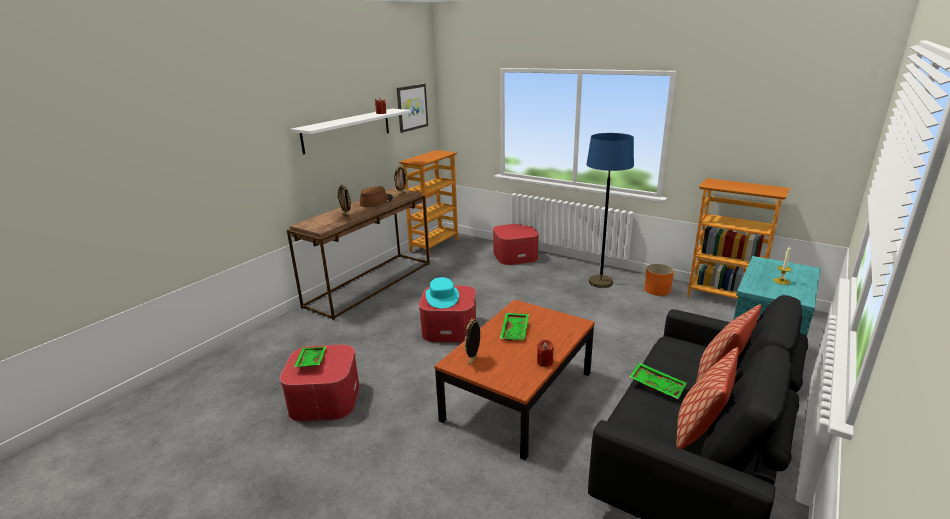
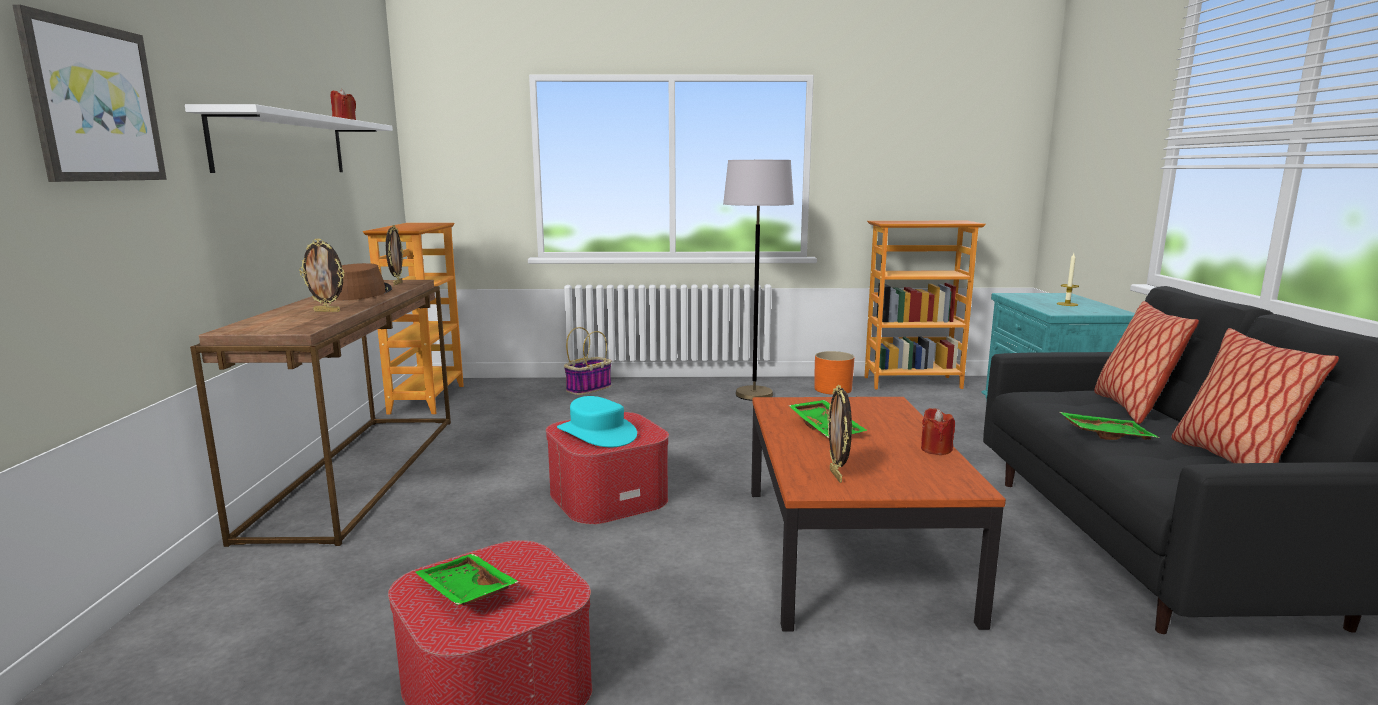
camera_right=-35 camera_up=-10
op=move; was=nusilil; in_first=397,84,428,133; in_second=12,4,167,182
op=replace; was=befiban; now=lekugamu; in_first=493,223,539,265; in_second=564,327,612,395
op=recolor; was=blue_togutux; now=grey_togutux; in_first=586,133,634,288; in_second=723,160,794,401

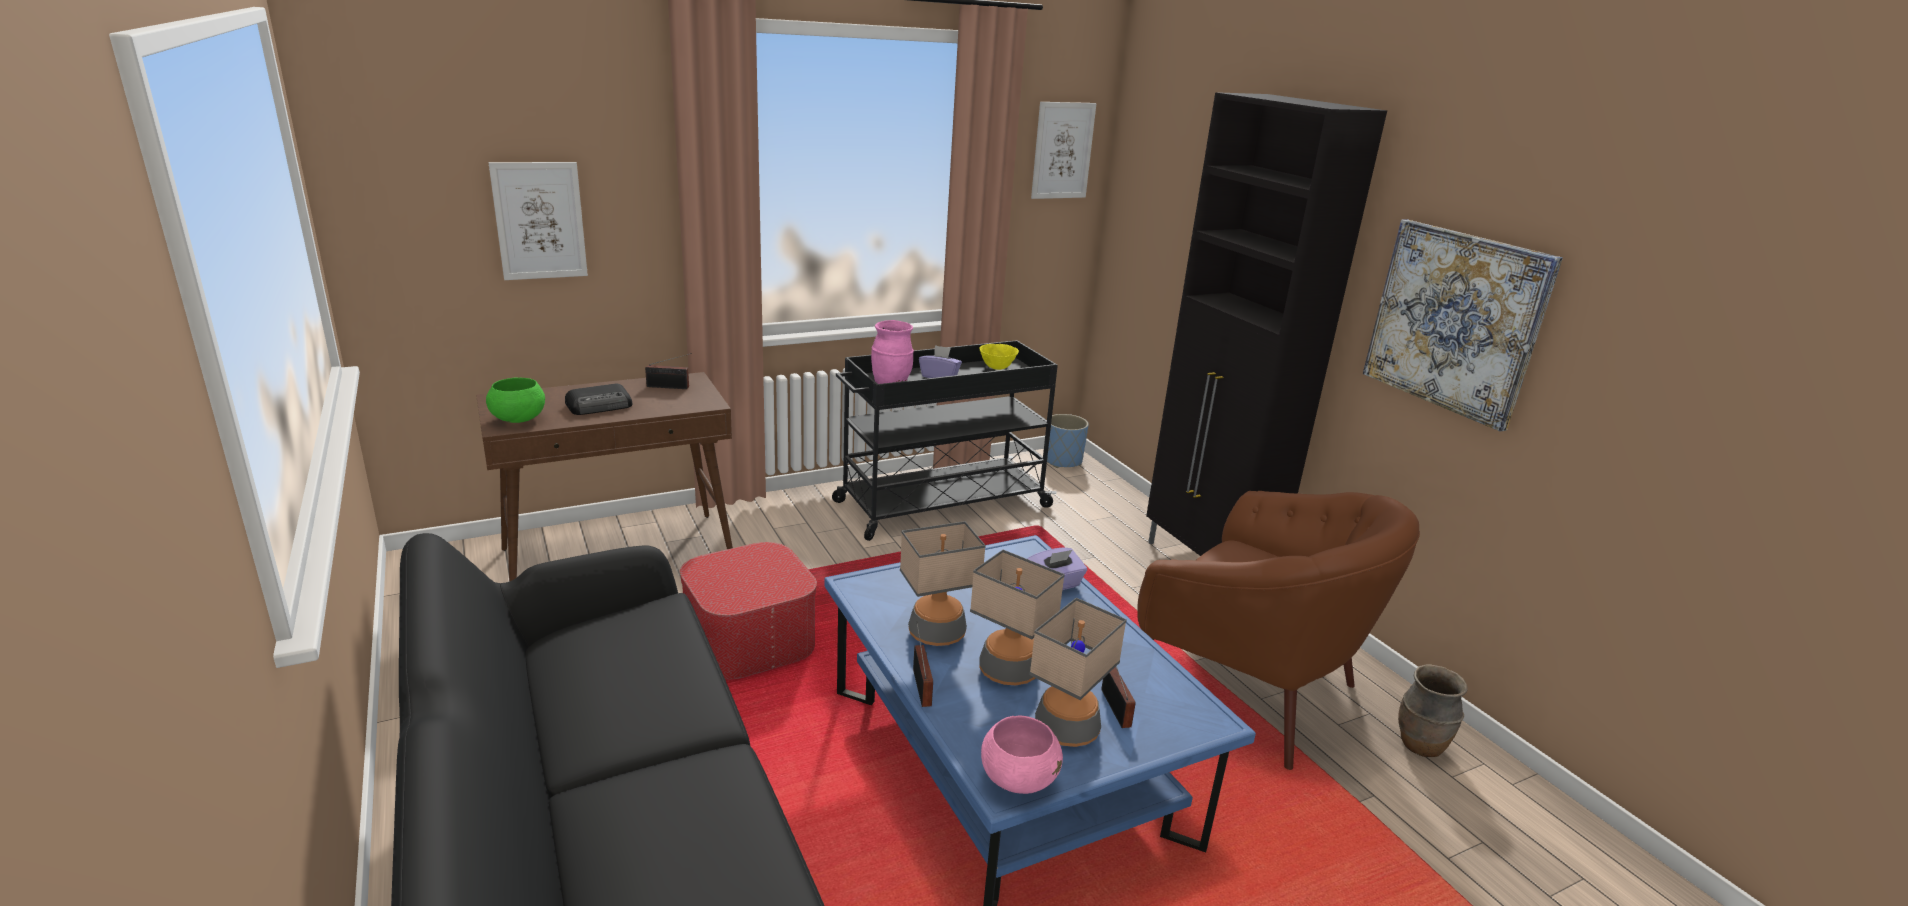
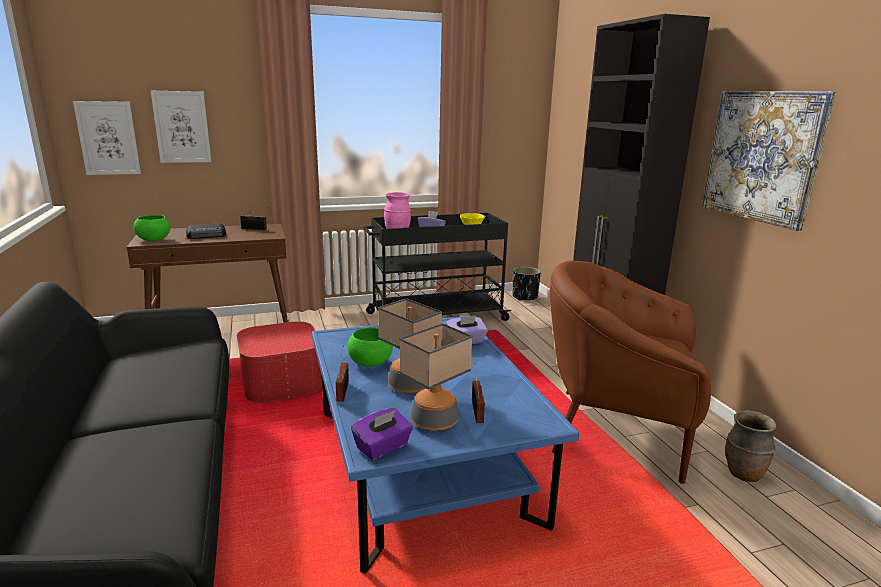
camera_right=10 camera_up=-5
op=move; was=nusilil; in_first=1031,102,1096,199; in_second=73,101,141,175
op=replace; was=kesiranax; now=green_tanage; in_first=900,521,986,646; in_second=347,328,393,367
op=replace; was=pink_tanage; now=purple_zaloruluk; in_first=981,715,1063,794; in_second=351,408,413,460
op=recolor; was=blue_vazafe; now=black_vazafe; in_first=1047,414,1089,468; in_second=513,267,541,301
op=rotate; was=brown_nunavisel; in_first=1137,491,1420,770; in_second=550,261,711,484; clockwise=150

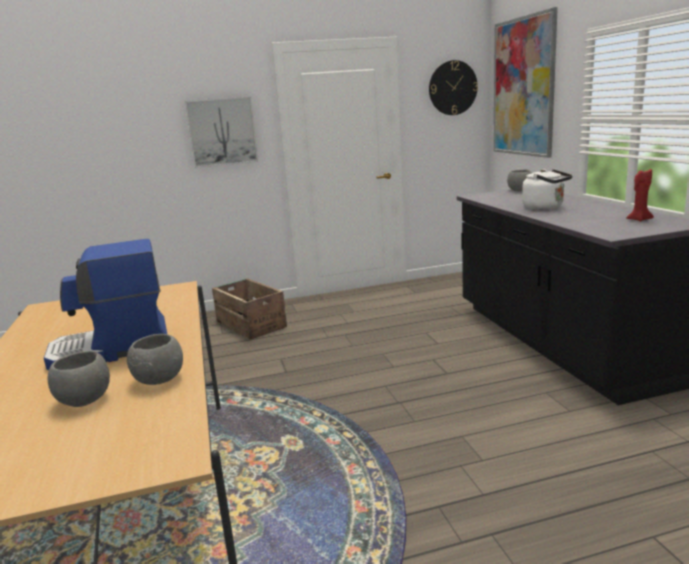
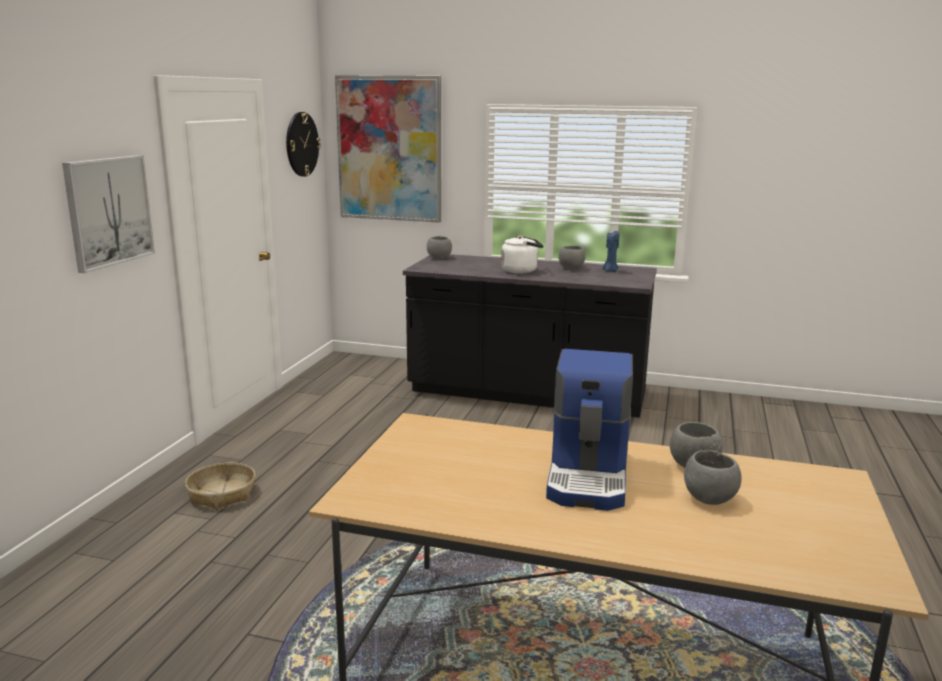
camera_right=-60 camera_up=0
op=insert; now=grey_tanage; in_second=558,246,586,270
op=replace; was=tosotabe; now=lekugamu; in_first=212,278,287,340; in_second=185,463,256,510
op=recolor; was=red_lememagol; now=blue_lememagol; in_first=626,169,654,221; in_second=603,230,620,272

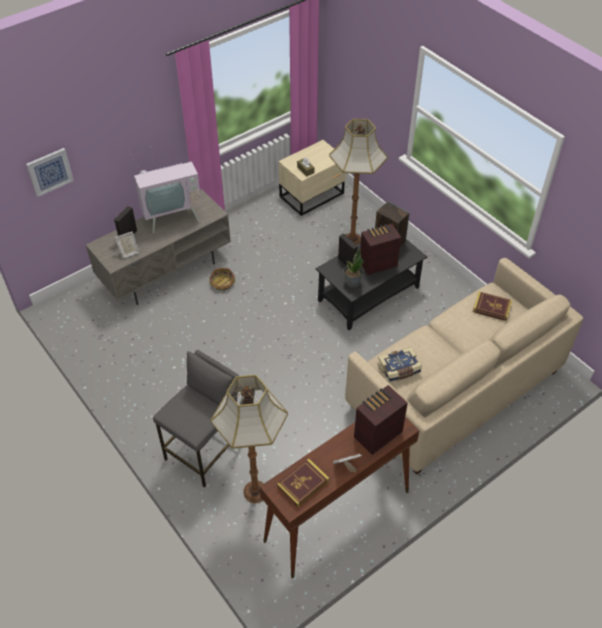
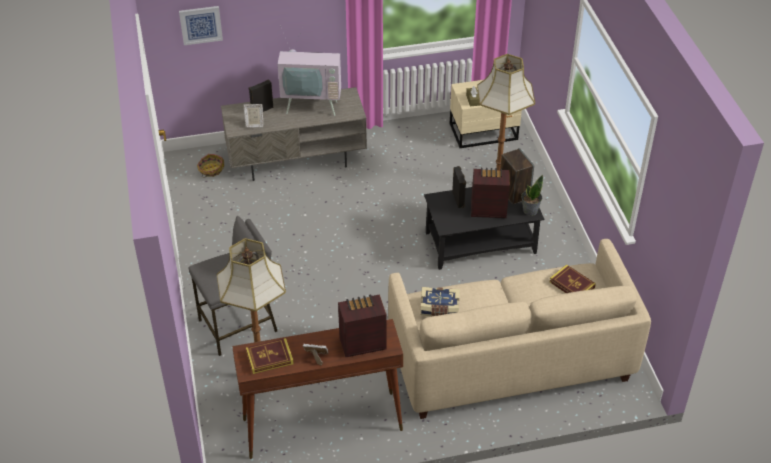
camera_right=25 camera_up=-5
op=move; was=lekugamu; in_first=210,268,235,293; in_second=197,154,224,178
op=move; was=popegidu; in_first=343,249,364,288; in_second=521,175,543,216

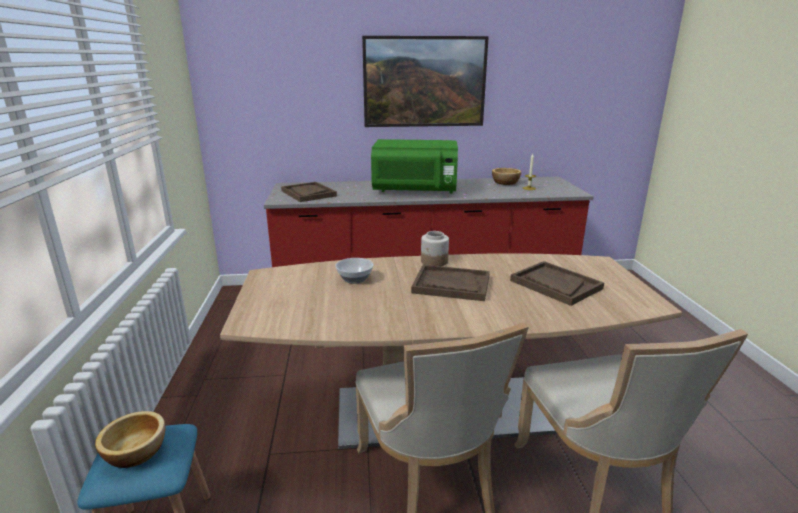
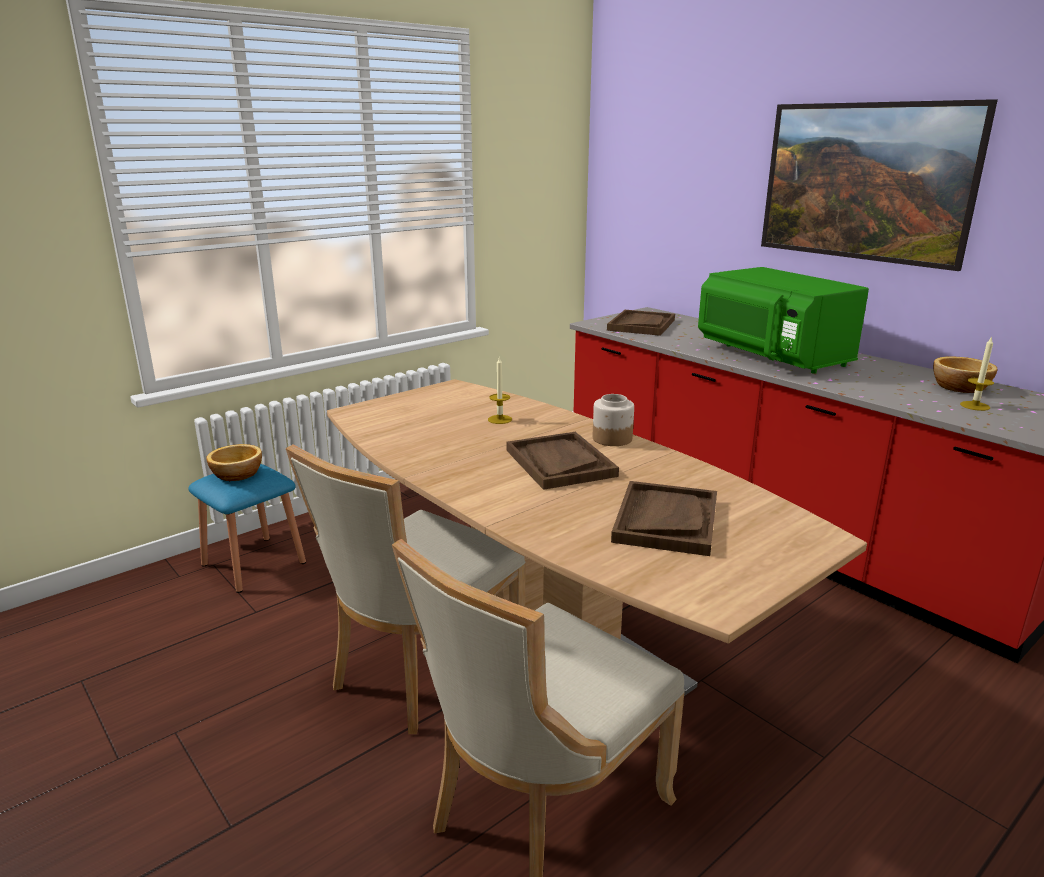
camera_right=55 camera_up=0
op=replace; was=tanage; now=lememagol; in_first=335,258,374,284; in_second=488,357,512,424

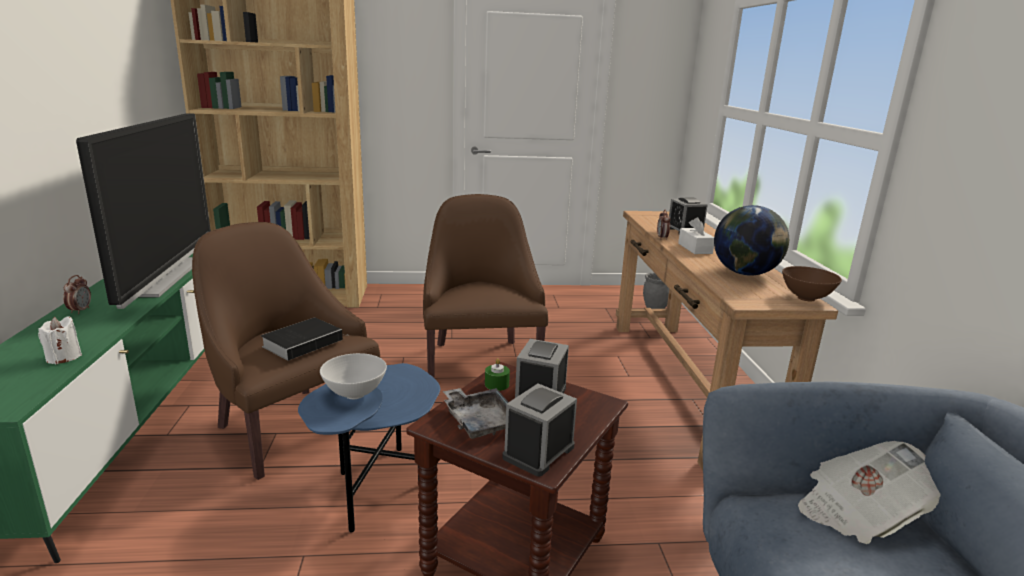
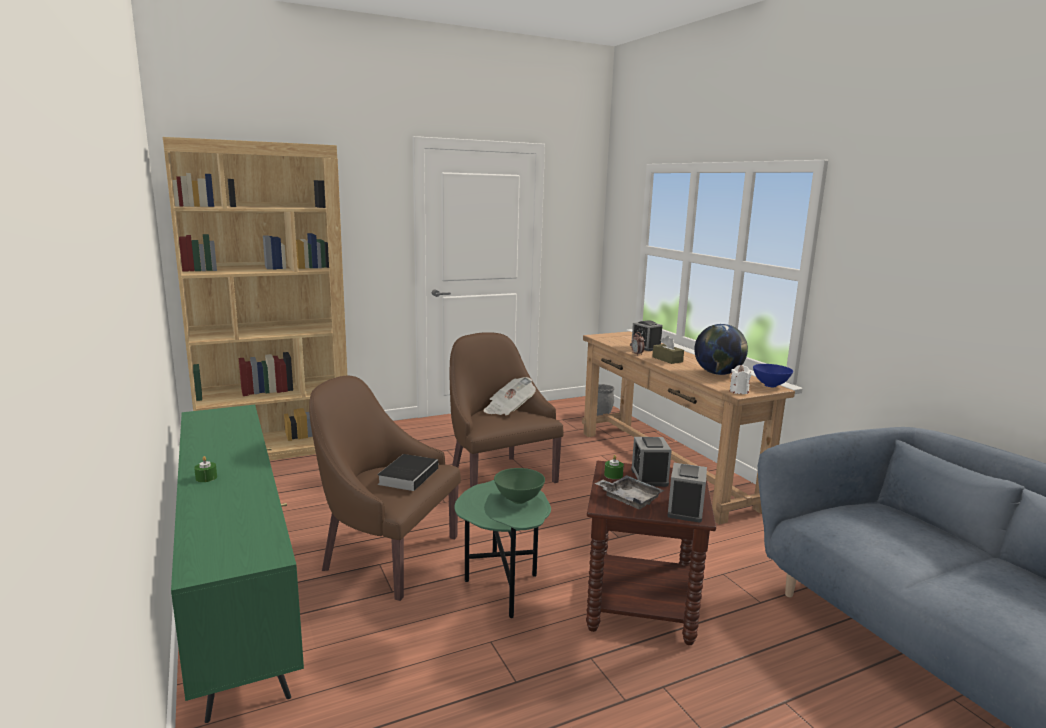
camera_right=-20 camera_up=-5
op=delete; was=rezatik; in_first=76,113,211,309
op=move; was=white_lememagol; in_first=38,316,82,364; in_second=730,365,751,394
op=move; was=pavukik; in_first=798,441,941,544; in_second=483,377,536,415
op=replace; was=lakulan; now=green_lememagol; in_first=63,275,91,314; in_second=194,456,217,482
op=recolor; was=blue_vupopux; now=green_vupopux; in_first=298,363,440,533; in_second=454,480,551,618
op=recolor; was=white_tanage; now=green_tanage; in_first=320,353,387,399; in_second=494,468,545,504
op=recolor; was=white_zaloruluk; now=brown_zaloruluk; in_first=678,217,714,254; in_second=652,336,684,364
op=recolor; was=brown_tanage; now=blue_tanage; in_first=782,266,842,302; in_second=753,364,793,387

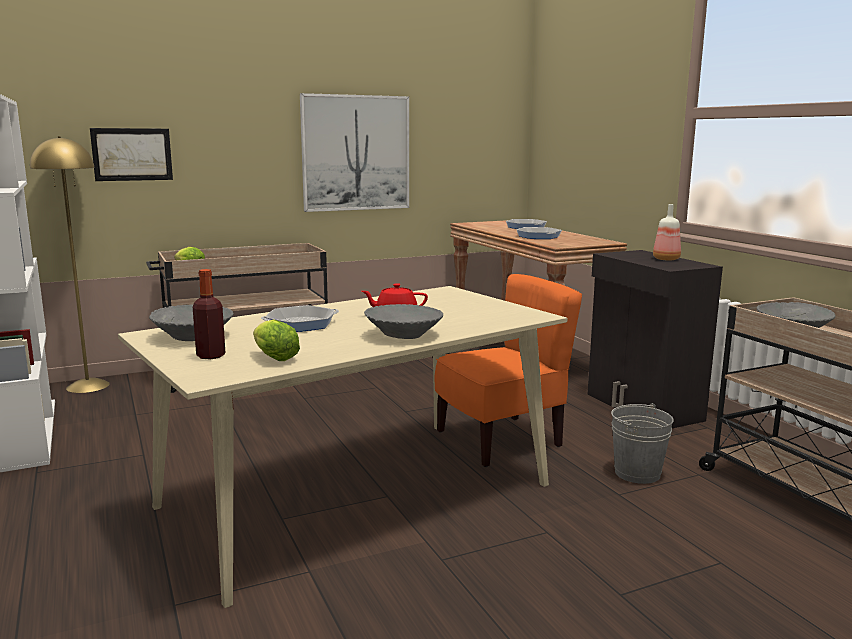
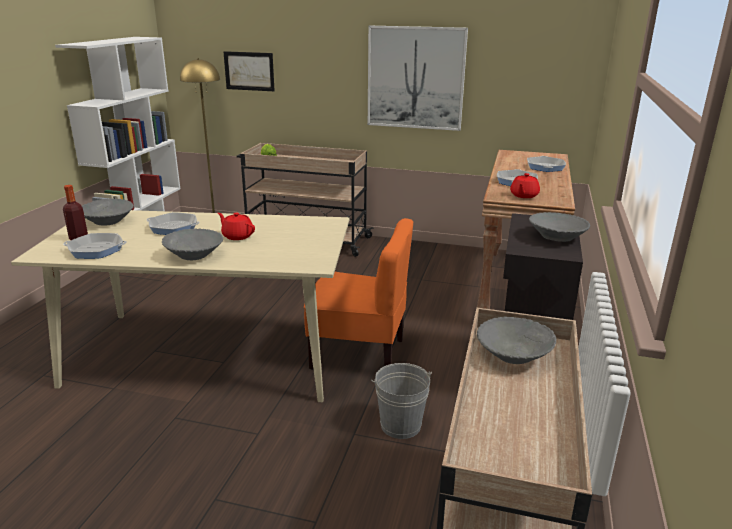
camera_right=40 camera_up=10
op=insert; now=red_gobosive; in_second=510,173,540,198
op=replace; was=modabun; now=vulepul; in_first=253,320,300,361; in_second=63,233,127,259
op=replace; was=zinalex; now=grey_tanage; in_first=653,204,681,260; in_second=529,212,590,242

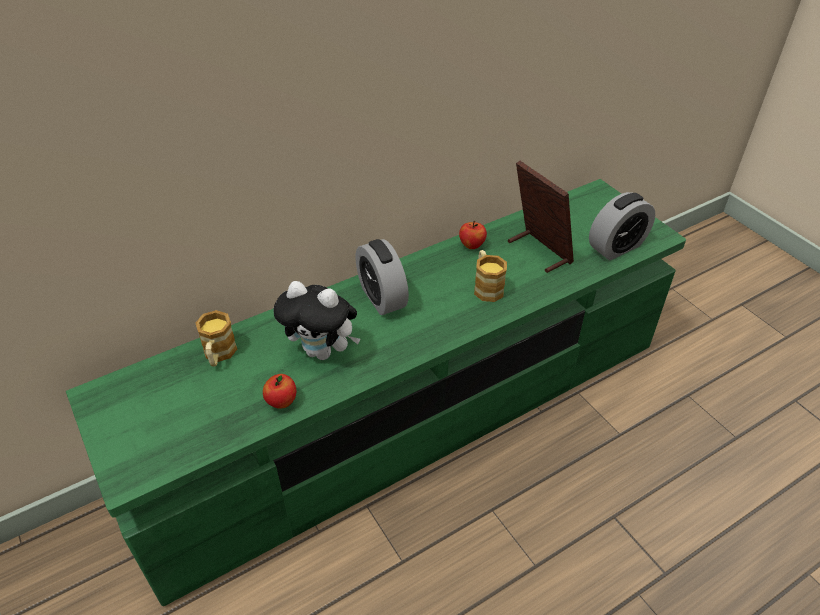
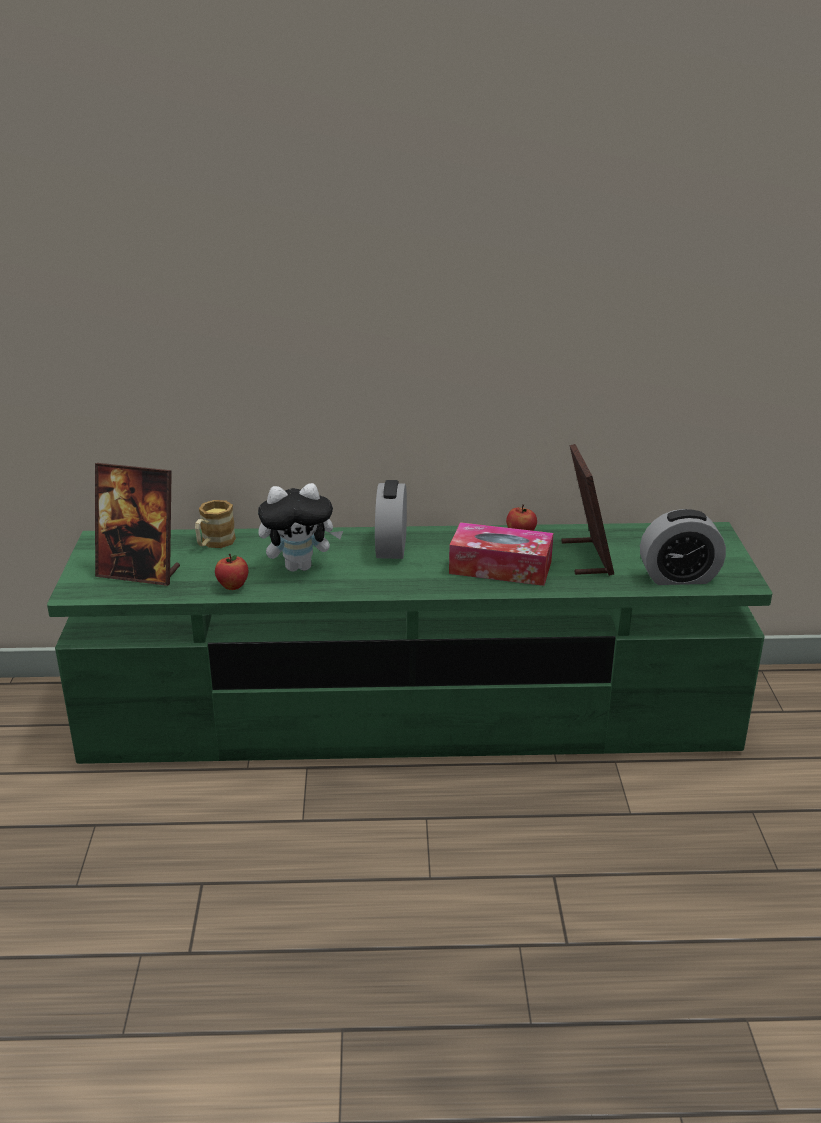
camera_right=30 camera_up=-15
op=insert; now=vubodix; in_second=95,463,180,586
op=replace; was=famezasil; now=zaloruluk; in_first=474,250,507,302; in_second=449,522,553,586
op=rotate; was=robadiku; in_first=273,281,360,360; in_second=258,483,343,572; clockwise=-60

